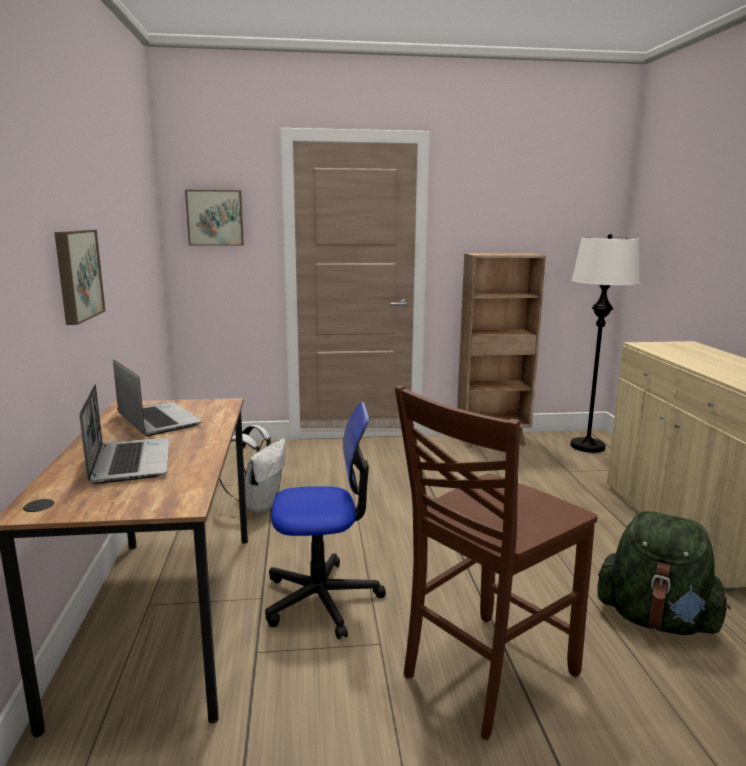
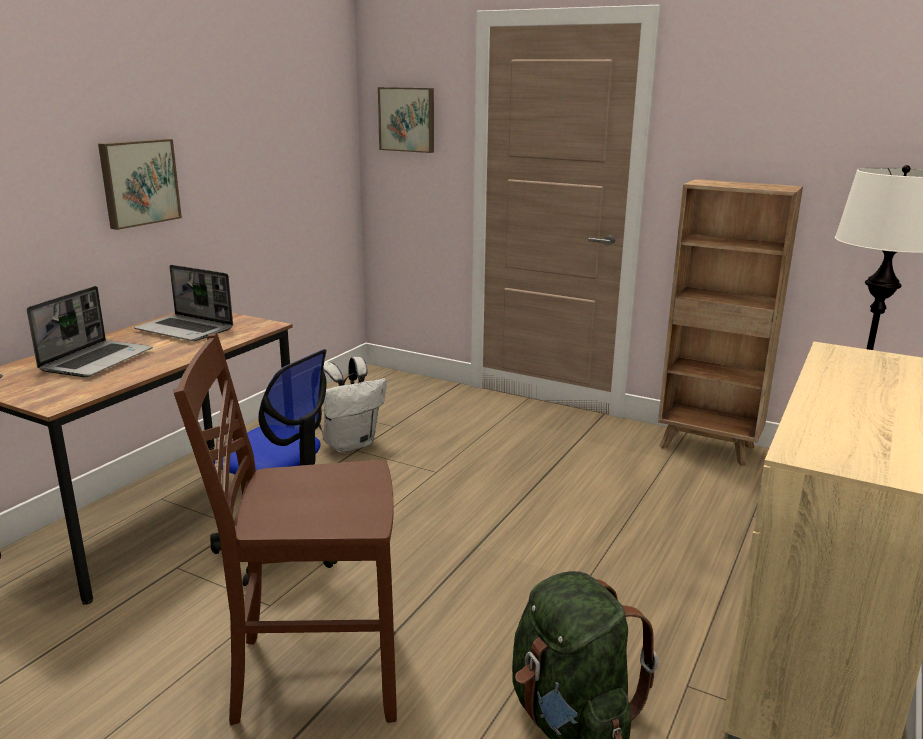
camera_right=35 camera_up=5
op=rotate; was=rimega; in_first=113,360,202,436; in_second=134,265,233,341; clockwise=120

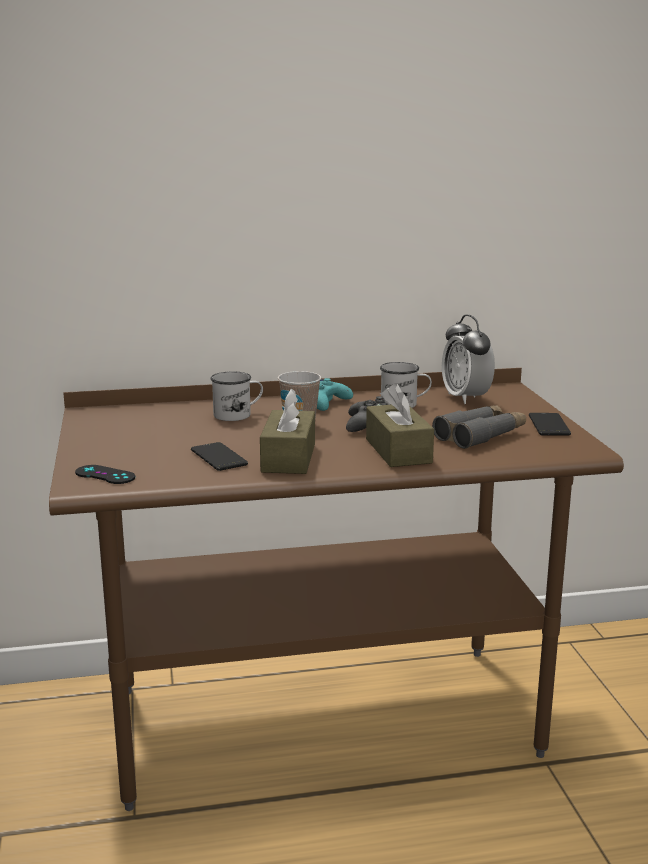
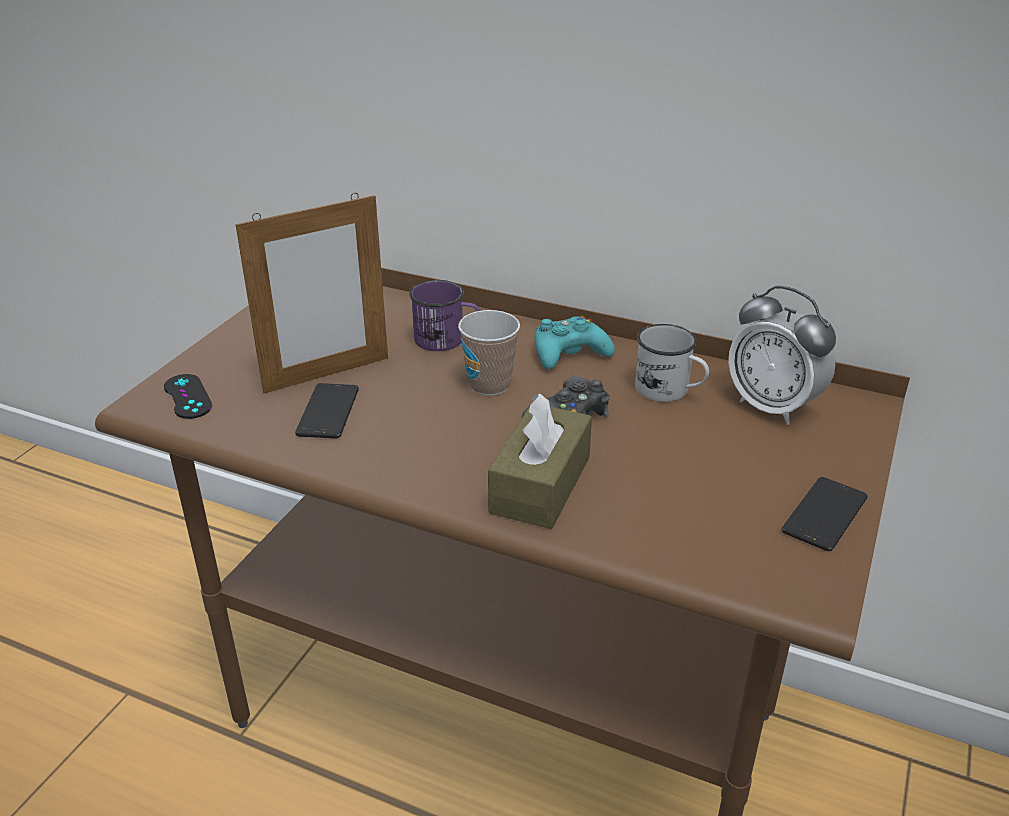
camera_right=35 camera_up=15
op=delete; was=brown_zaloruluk; in_first=260,389,315,474
op=delete; was=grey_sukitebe; in_first=432,405,526,449
op=insert; now=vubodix; in_second=235,193,388,394
op=recolor; was=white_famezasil; now=purple_famezasil; in_first=210,371,263,421; in_second=409,280,481,351
op=rotate; was=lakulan; in_first=442,314,495,404; in_second=728,286,836,425; clockwise=-60

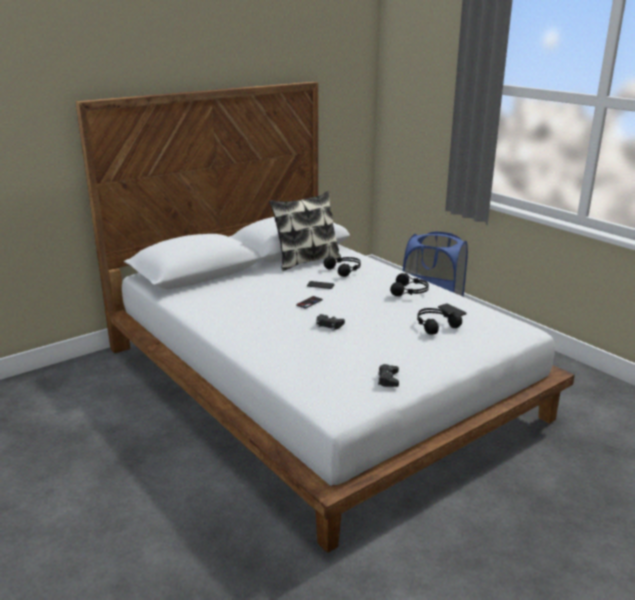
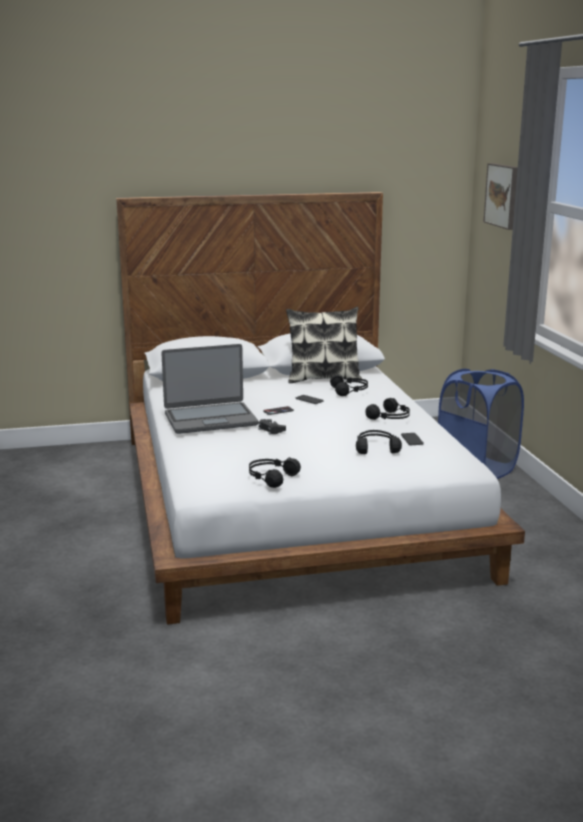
camera_right=25 camera_up=-5
op=insert; now=rimega; in_second=161,344,258,434
op=insert; now=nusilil; in_second=483,163,518,230
op=replace; was=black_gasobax; now=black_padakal; in_first=378,364,399,387; in_second=249,457,301,488

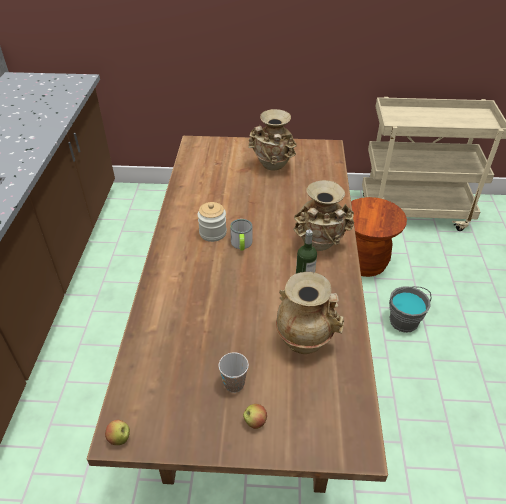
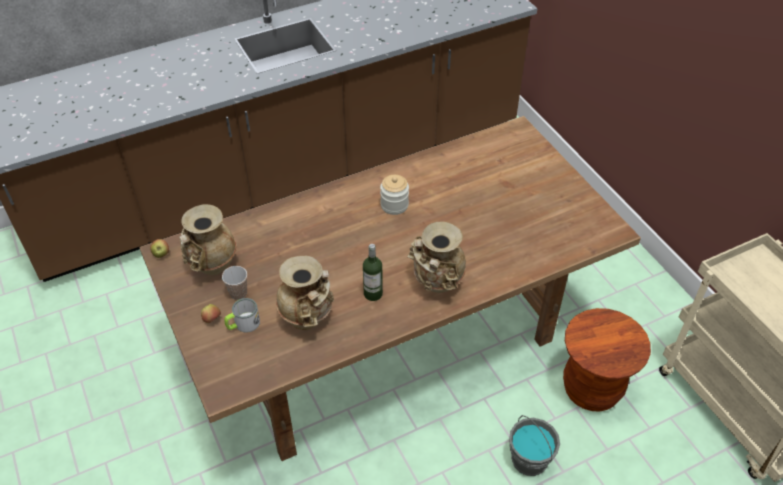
camera_right=60 camera_up=5
op=move; was=famezasil; in_first=230,219,252,250; in_second=224,298,260,333
op=move; was=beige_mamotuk; in_first=248,109,297,171; in_second=179,204,237,275

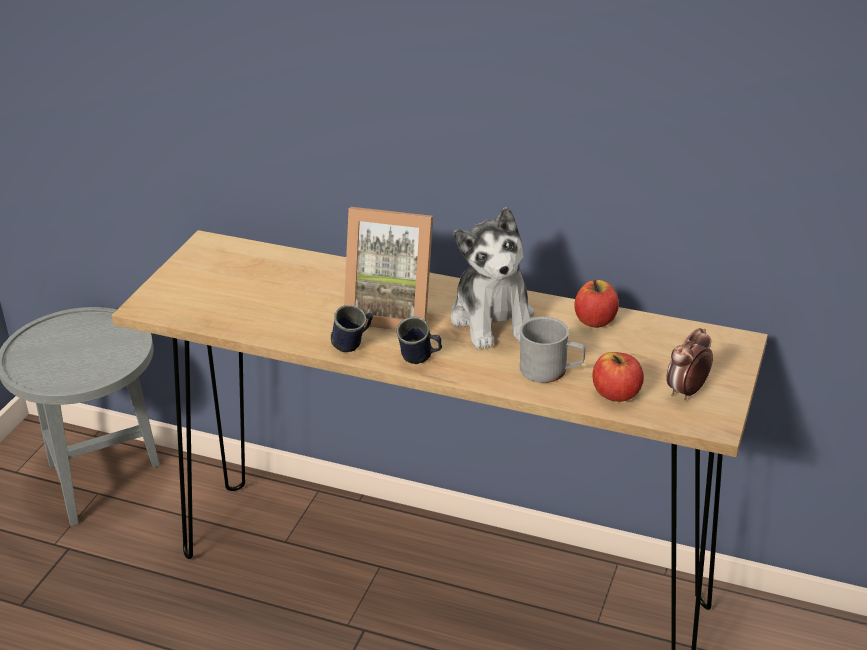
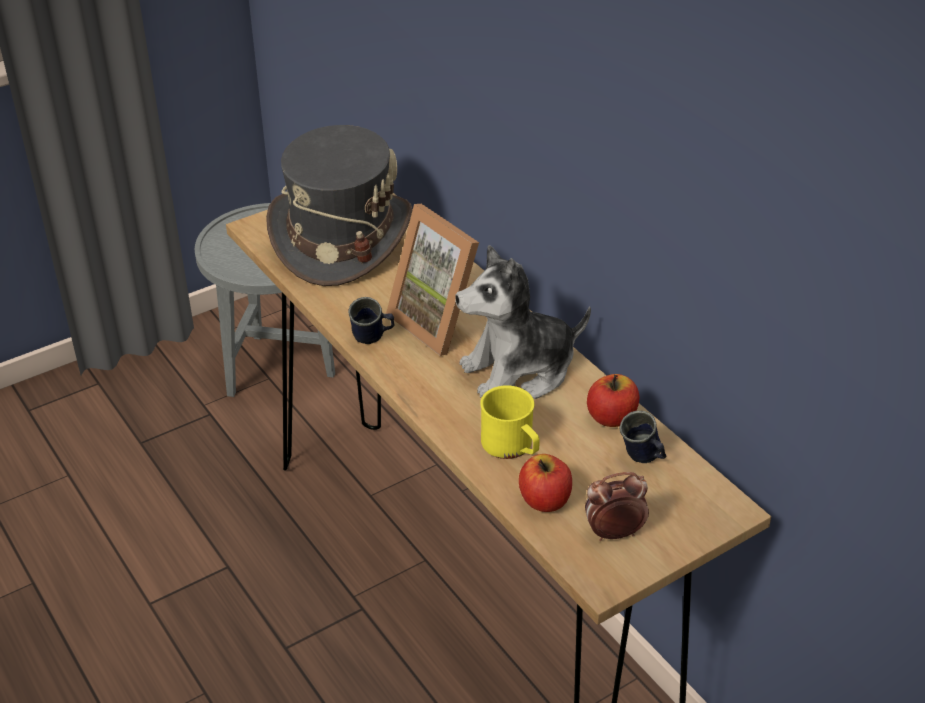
camera_right=35 camera_up=5
op=insert; now=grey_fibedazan; in_second=266,125,413,286
op=move; was=blue_famezasil; in_first=397,317,442,364; in_second=619,411,666,463
op=recolor; was=grey_famezasil; now=yellow_famezasil; in_first=520,317,585,383; in_second=480,385,540,459
op=rotate; was=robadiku; in_first=451,207,535,349; in_second=455,245,591,399; clockwise=45

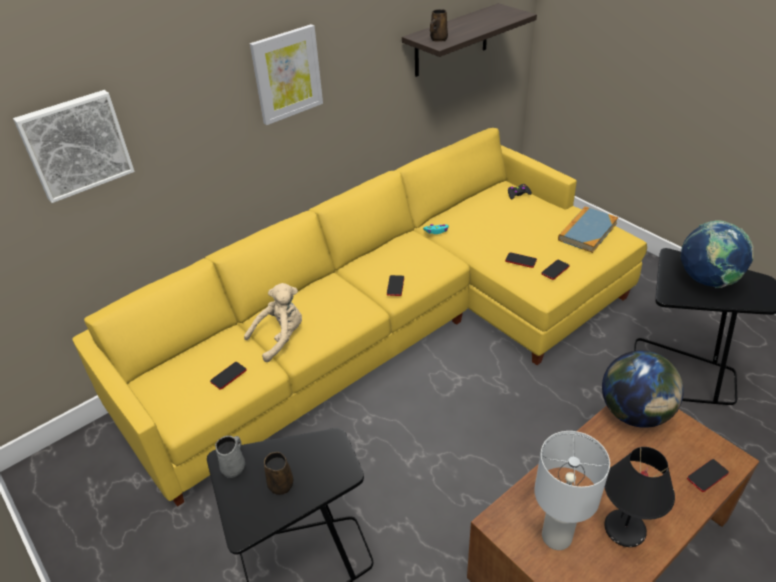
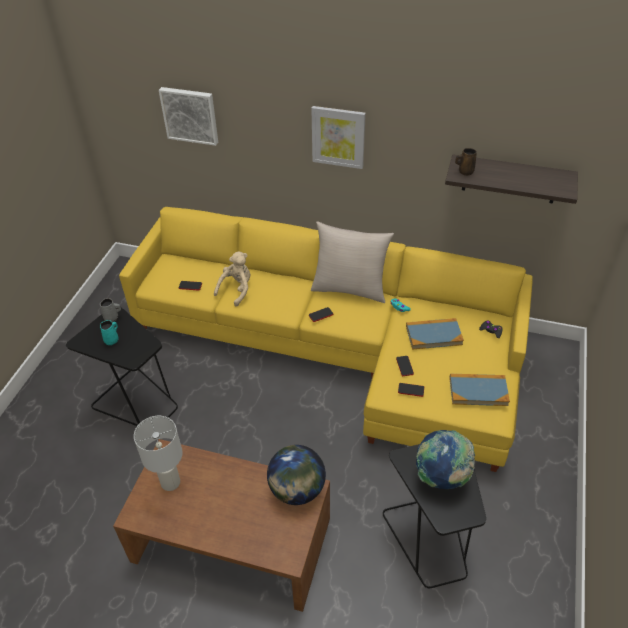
camera_right=55 camera_up=5
op=delete; was=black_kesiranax; in_first=604,447,675,547
op=delete; was=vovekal; in_first=687,459,729,492
op=insert; now=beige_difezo; in_second=311,221,394,303
op=insert; now=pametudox; in_second=406,318,464,350
op=recolor; was=brown_famezasil; now=turquoise_famezasil; in_first=264,452,293,495; in_second=100,320,118,345
op=rotate; was=beige_robadiku; in_first=244,283,302,362; in_second=214,251,250,307; clockwise=-75

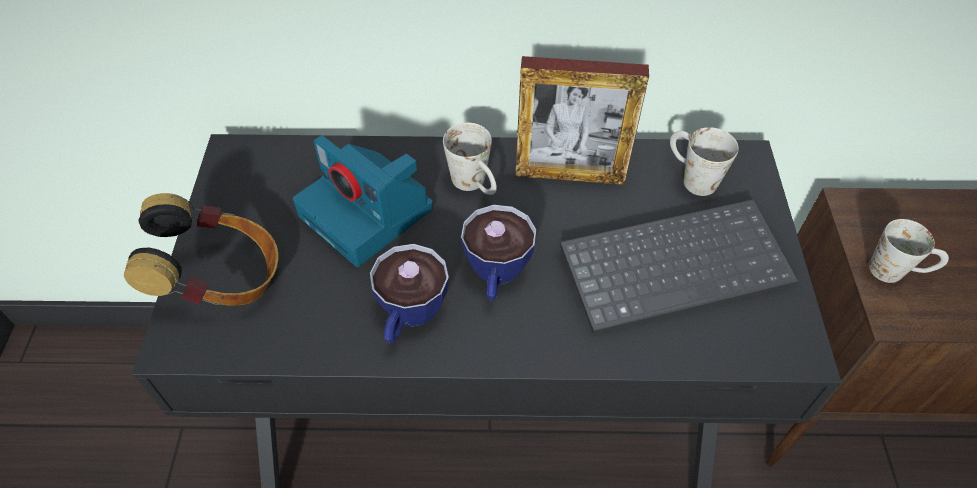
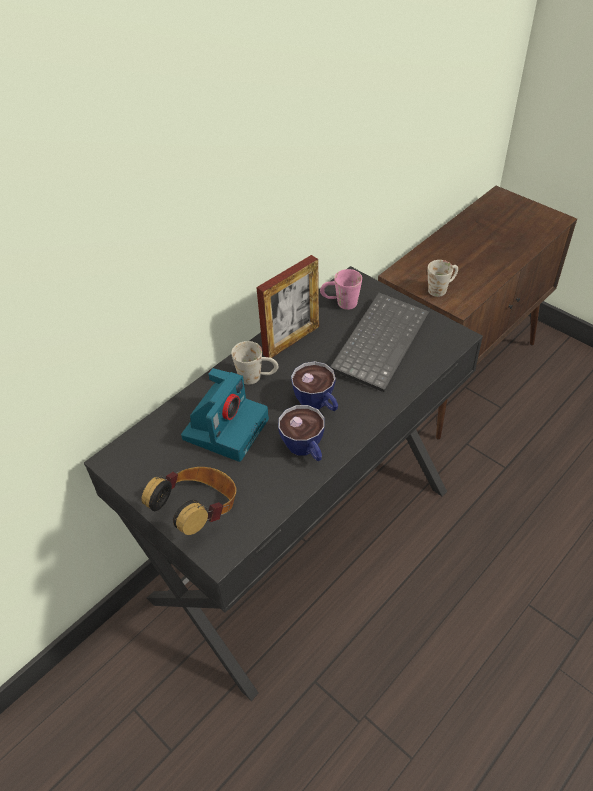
camera_right=-45 camera_up=-5
op=recolor; was=white_famezasil; now=pink_famezasil; in_first=670,127,739,196; in_second=320,269,362,310
op=rotate; was=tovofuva; in_first=293,135,433,267; in_second=181,368,269,462; clockwise=-60

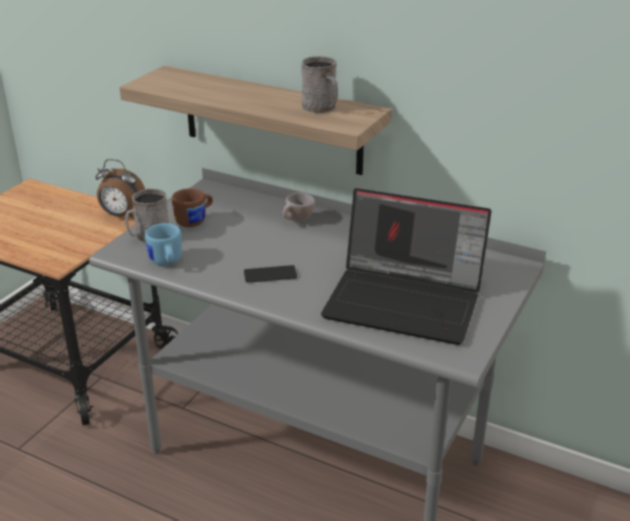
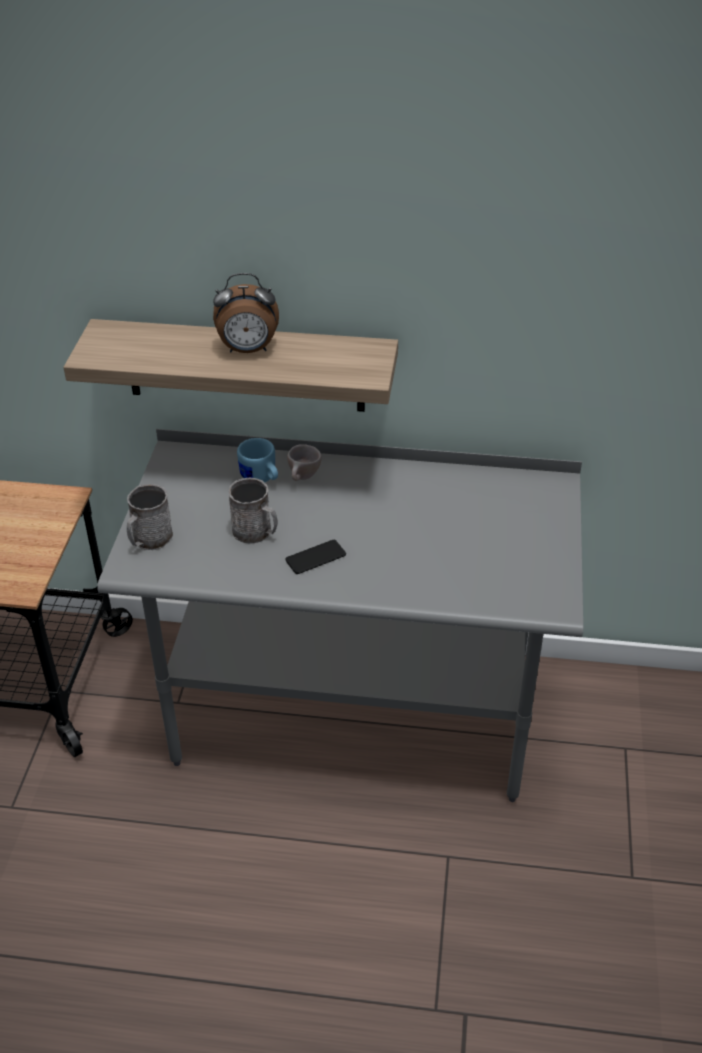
camera_right=-20 camera_up=10
op=delete; was=brown_famezasil; in_first=172,188,213,227
op=delete; was=rimega; in_first=321,188,492,345
op=move; was=lakulan; in_first=95,159,145,218; in_second=213,273,279,353
op=move; was=blue_famezasil; in_first=145,223,182,265; in_second=237,438,278,482
op=move; was=grey_famezasil; in_first=301,56,338,113; in_second=229,477,278,544

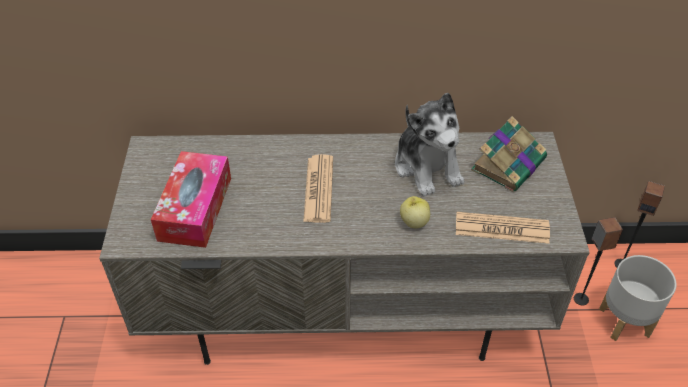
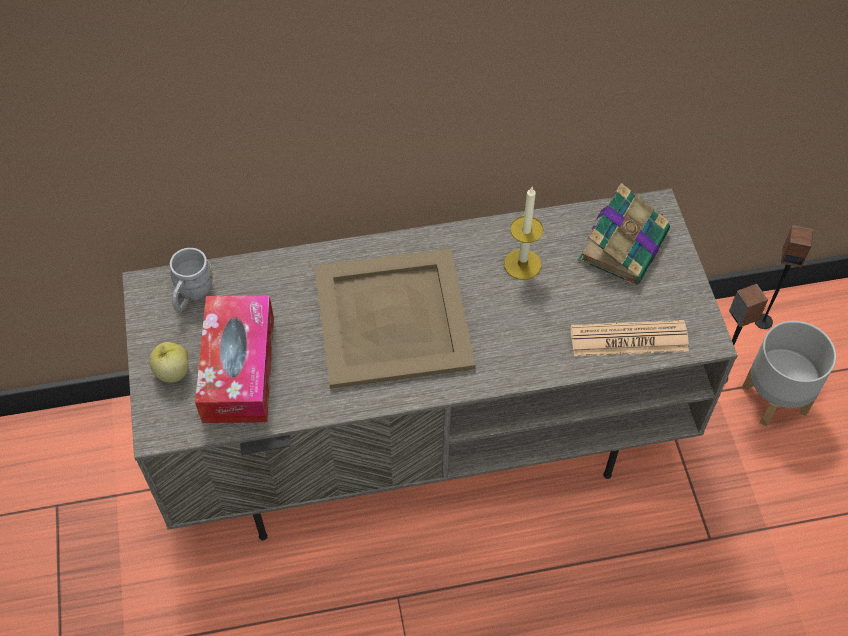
camera_right=-10 camera_up=10
op=insert; now=grey_famezasil; in_second=170,248,213,313
op=move; was=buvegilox; in_first=400,196,430,228; in_second=149,342,189,383
op=replace; was=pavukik; now=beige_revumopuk; in_first=303,154,333,223; in_second=314,248,475,389
op=replace; was=robadiku; now=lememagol; in_first=395,93,464,197; in_second=504,187,544,280

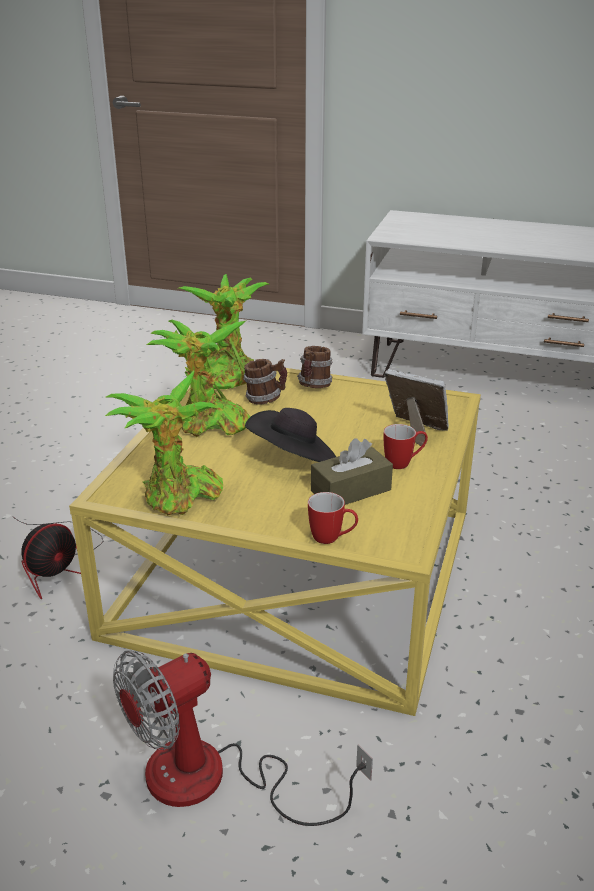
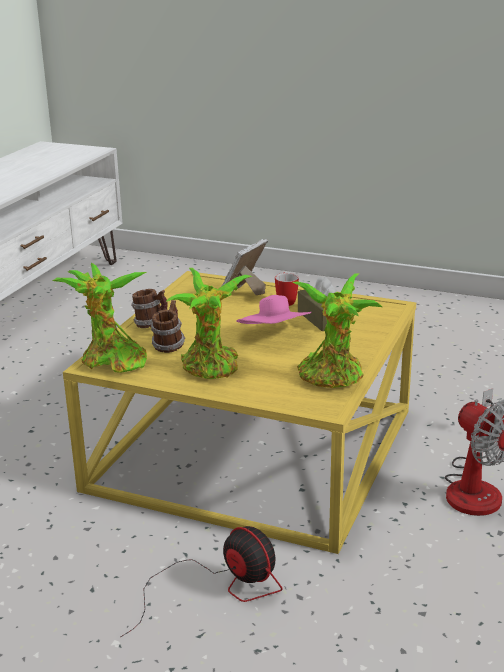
camera_right=-85 camera_up=-5
op=delete; was=famezasil; in_first=308,492,358,544
op=recolor; was=black_fibedazan; now=pink_fibedazan; in_first=245,408,336,462; in_second=236,295,312,324

